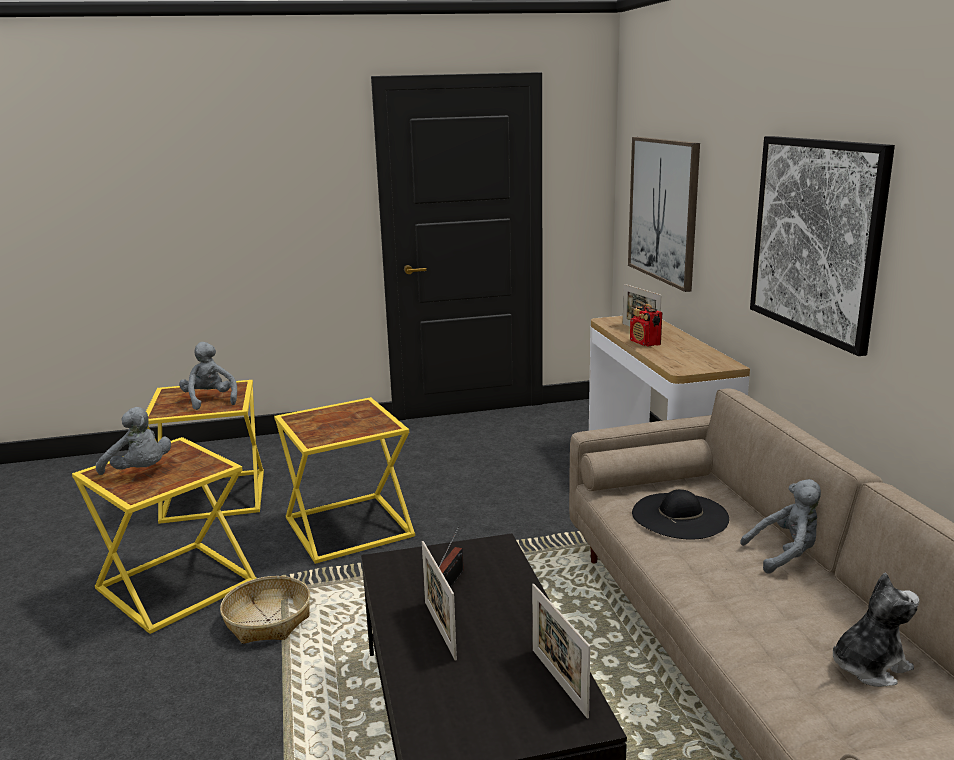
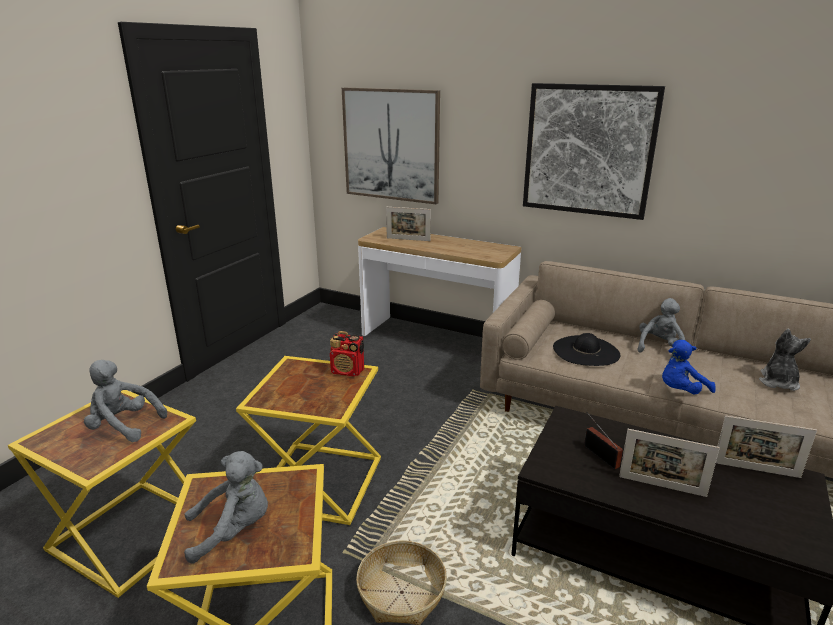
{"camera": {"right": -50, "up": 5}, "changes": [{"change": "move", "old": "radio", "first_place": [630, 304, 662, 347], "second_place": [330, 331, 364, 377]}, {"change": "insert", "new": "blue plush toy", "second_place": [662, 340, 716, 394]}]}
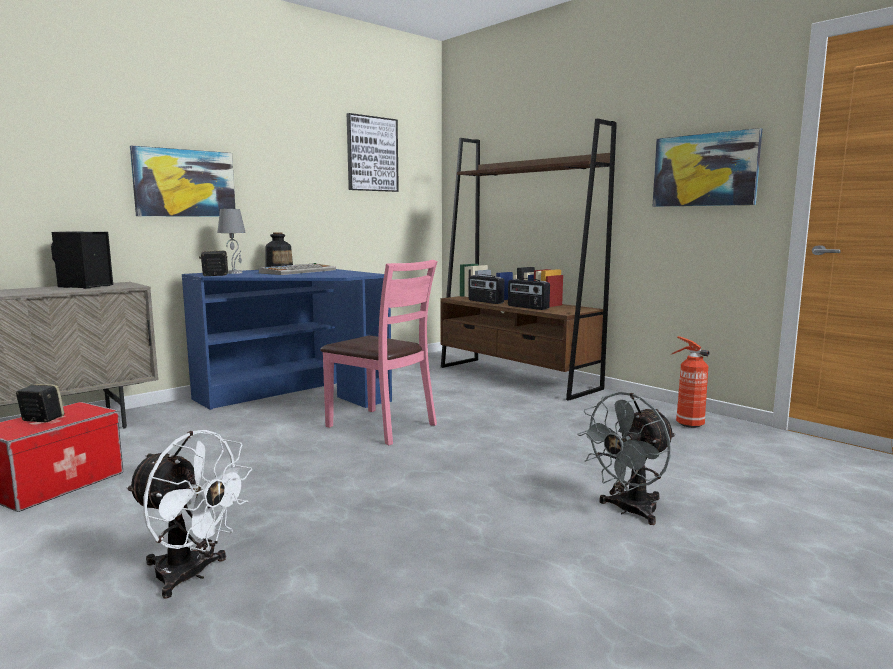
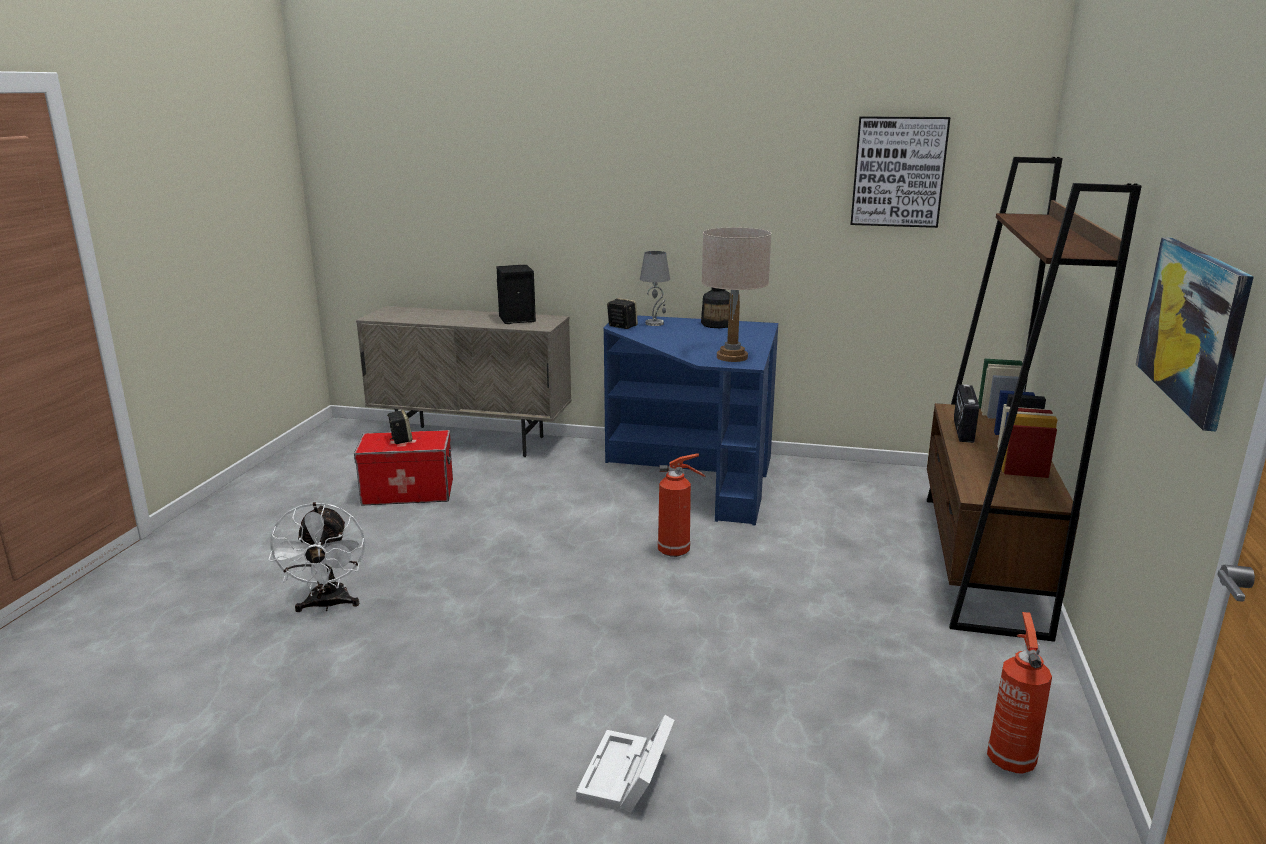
{"camera": {"right": 55, "up": 10}, "changes": [{"change": "delete", "old": "picture", "first_place": [130, 146, 235, 217]}, {"change": "delete", "old": "keyboard", "first_place": [259, 263, 336, 275]}, {"change": "replace", "old": "pink chair", "new": "fire extinguisher", "first_place": [320, 260, 438, 445], "second_place": [658, 453, 706, 557]}, {"change": "delete", "old": "radio", "first_place": [508, 278, 550, 310]}, {"change": "replace", "old": "grey fan", "new": "white storage box", "first_place": [578, 392, 675, 525], "second_place": [576, 715, 674, 813]}, {"change": "insert", "new": "beige table lamp", "second_place": [702, 227, 772, 362]}]}
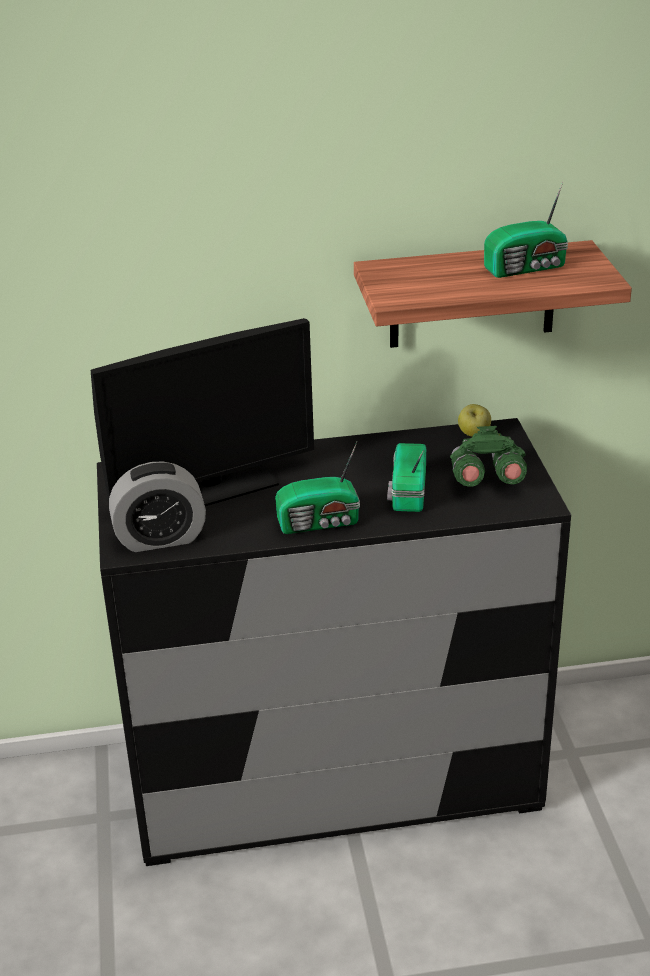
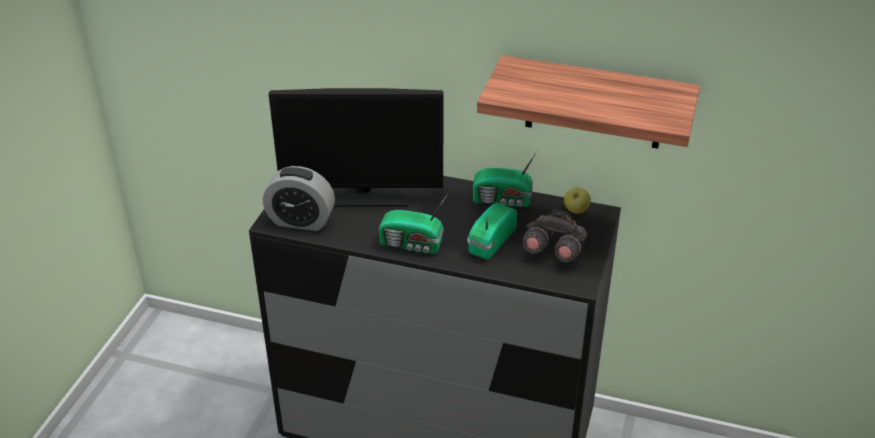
{"camera": {"right": 25, "up": 5}, "changes": [{"change": "recolor", "old": "green binoculars", "new": "grey binoculars", "first_place": [450, 426, 527, 487], "second_place": [523, 208, 587, 262]}, {"change": "move", "old": "radio", "first_place": [484, 182, 568, 278], "second_place": [473, 150, 538, 207]}]}
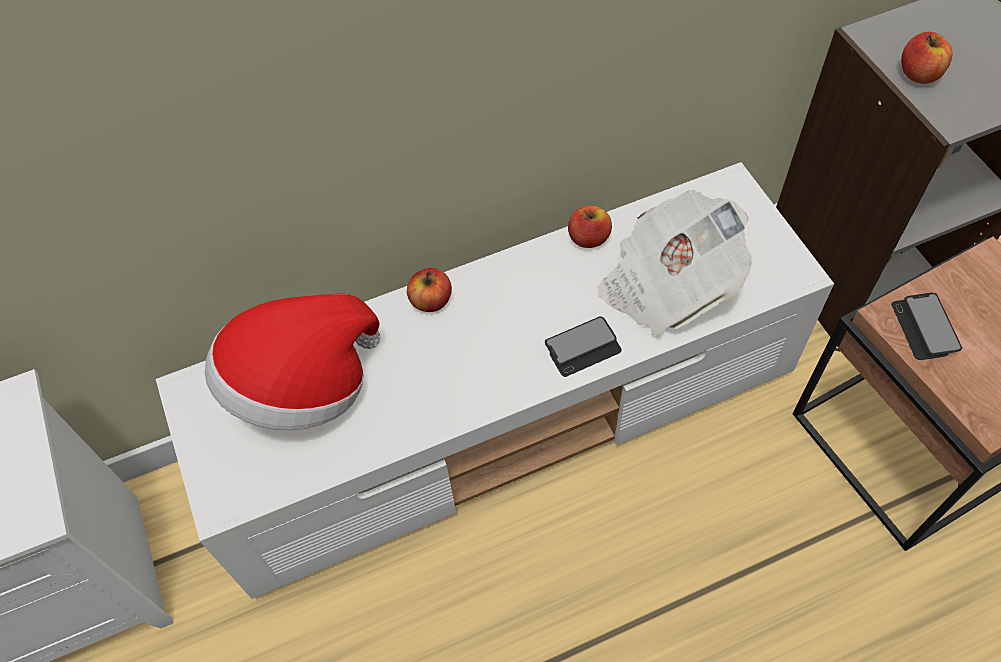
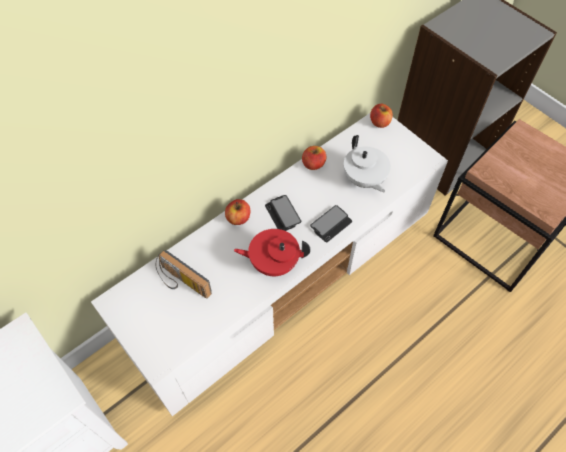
{"camera": {"right": -20, "up": 0}, "changes": [{"change": "replace", "old": "hat", "new": "radio", "first_place": [205, 294, 380, 430], "second_place": [156, 250, 212, 299]}, {"change": "replace", "old": "newspaper", "new": "white teapot", "first_place": [598, 190, 752, 337], "second_place": [344, 135, 391, 193]}, {"change": "move", "old": "phone", "first_place": [891, 293, 962, 360], "second_place": [265, 195, 301, 231]}, {"change": "move", "old": "apple", "first_place": [901, 31, 952, 84], "second_place": [370, 104, 393, 128]}, {"change": "insert", "new": "red teapot", "second_place": [234, 229, 310, 276]}]}
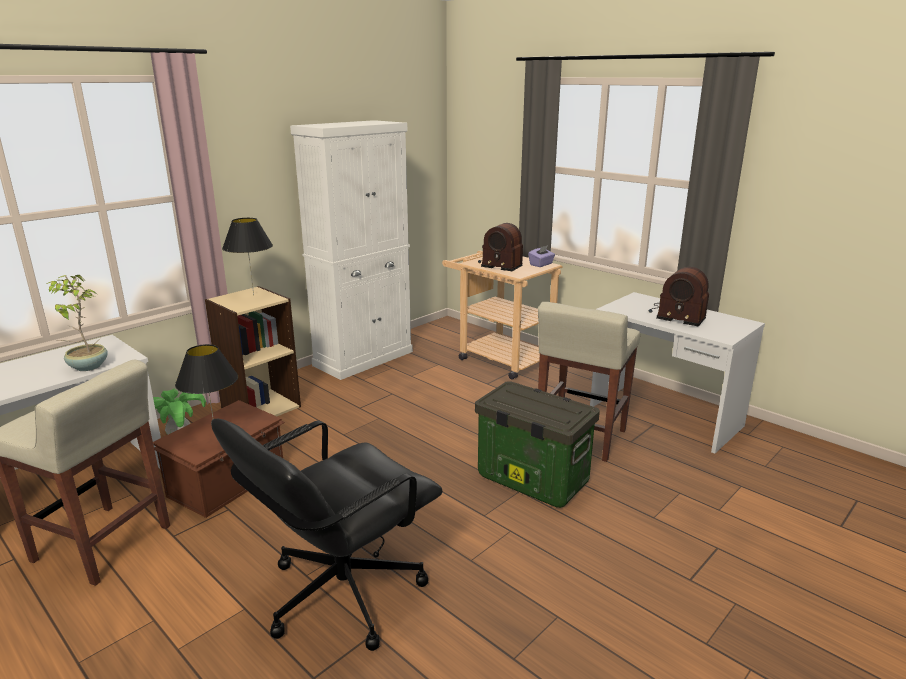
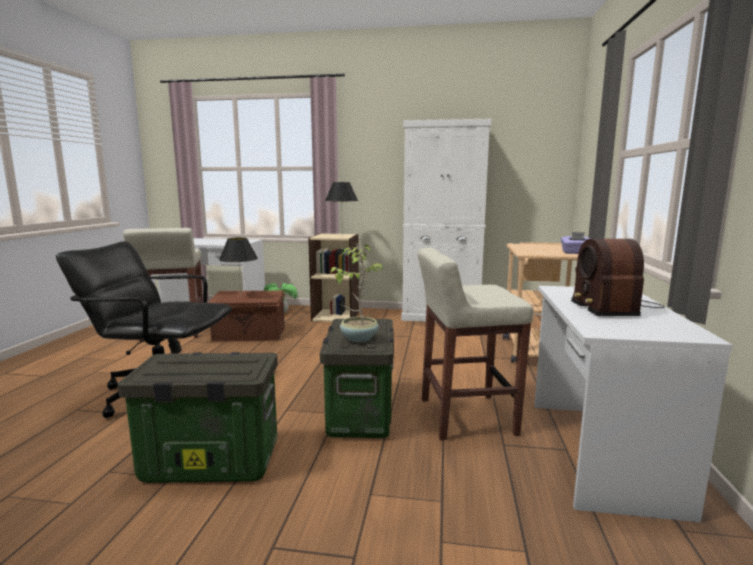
{"camera": {"right": 55, "up": -10}, "changes": [{"change": "move", "old": "potted plant", "first_place": [47, 275, 108, 371], "second_place": [330, 244, 384, 342]}, {"change": "delete", "old": "radio", "first_place": [478, 223, 523, 271]}, {"change": "insert", "new": "storage box", "second_place": [118, 352, 278, 483]}]}
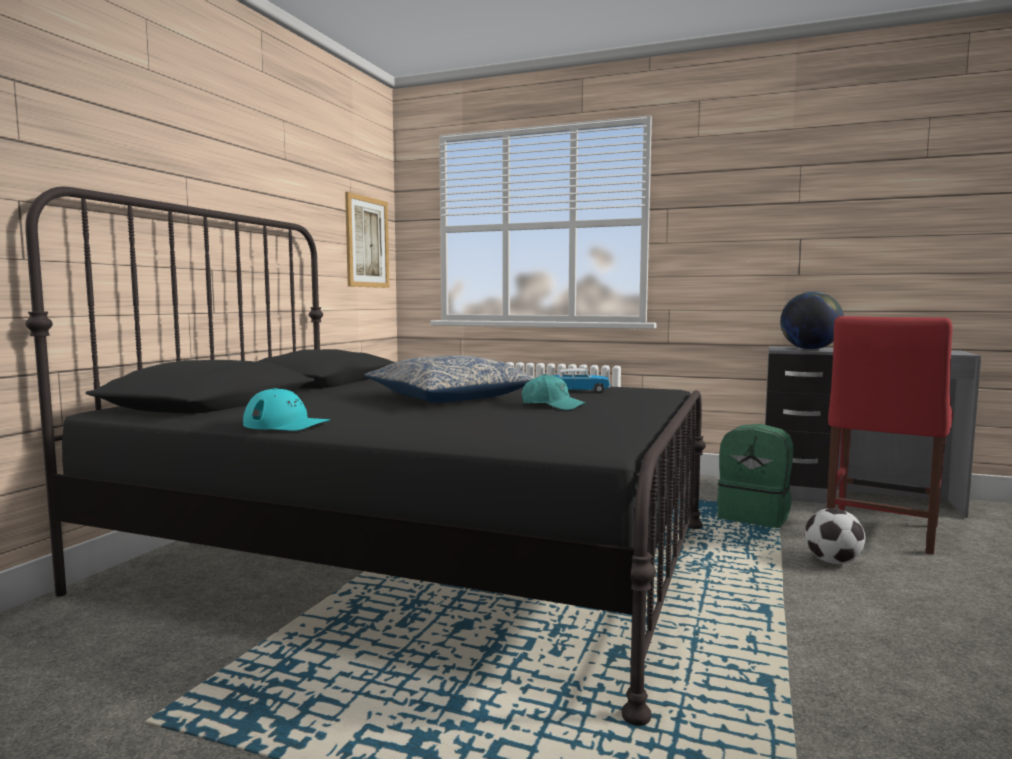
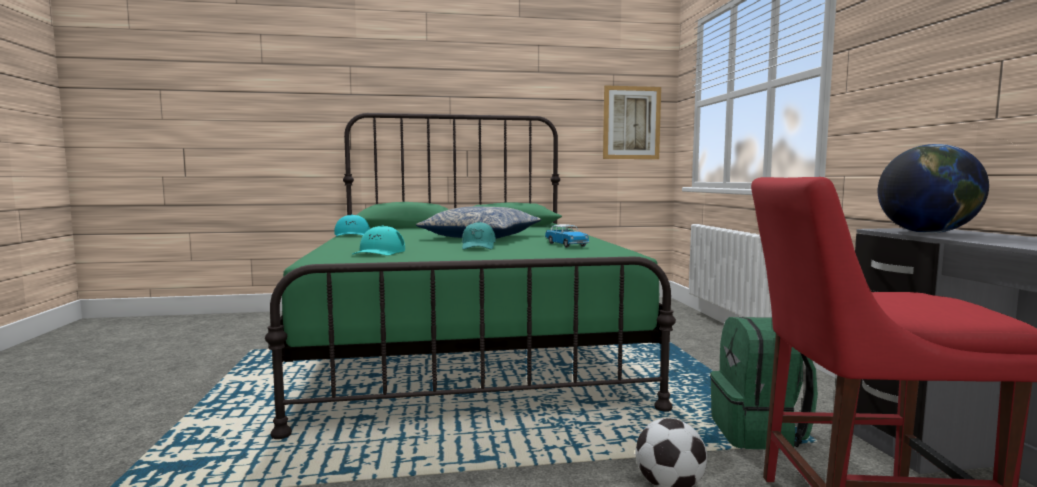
{"camera": {"right": 60, "up": 0}, "changes": [{"change": "recolor", "old": "black bed", "new": "green bed", "first_place": [25, 186, 706, 726], "second_place": [265, 113, 676, 439]}, {"change": "insert", "new": "turquoise cap", "second_place": [352, 226, 405, 255]}]}
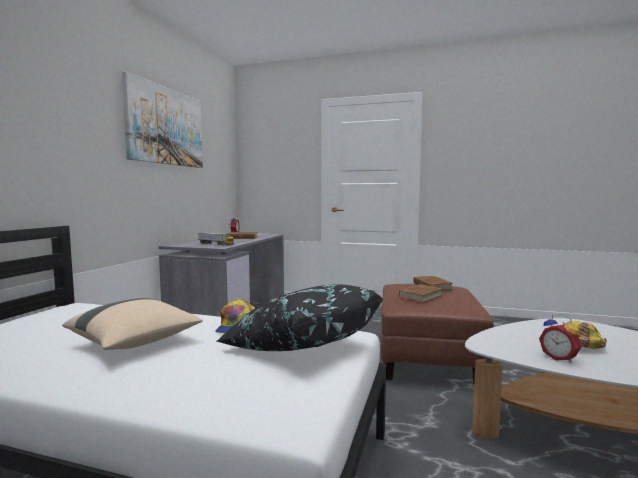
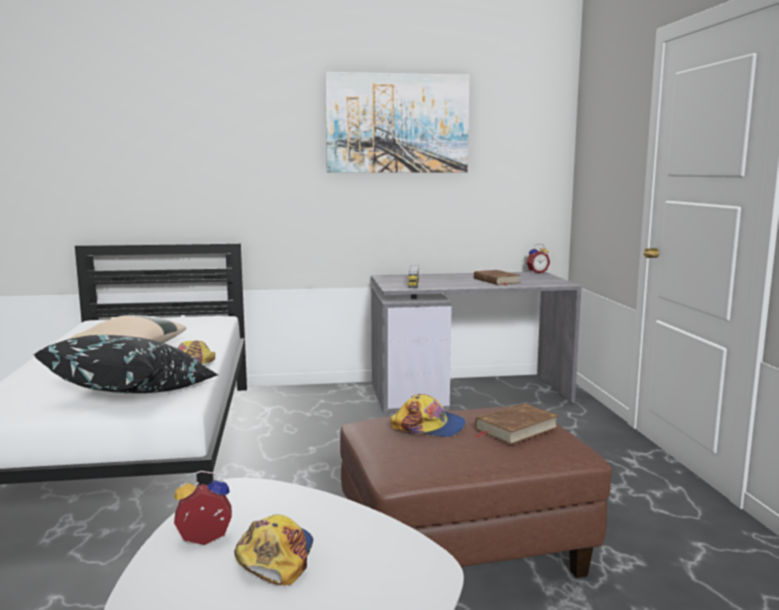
{"camera": {"right": 65, "up": 5}, "changes": [{"change": "replace", "old": "brown book", "new": "cap", "first_place": [399, 284, 443, 303], "second_place": [390, 394, 466, 437]}, {"change": "rotate", "old": "alarm clock", "first_place": [539, 314, 582, 363], "second_place": [174, 471, 232, 545], "degrees": 45}]}
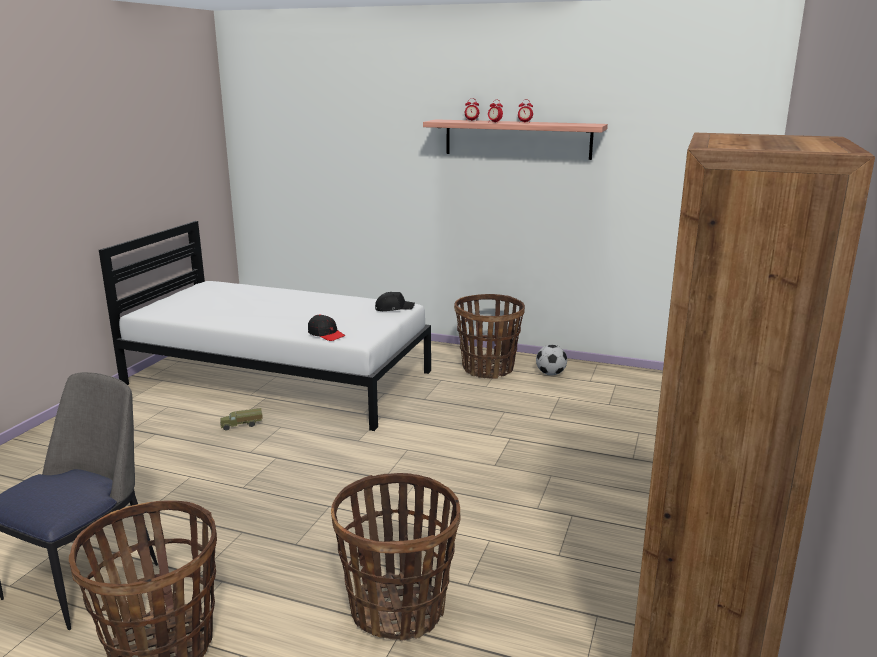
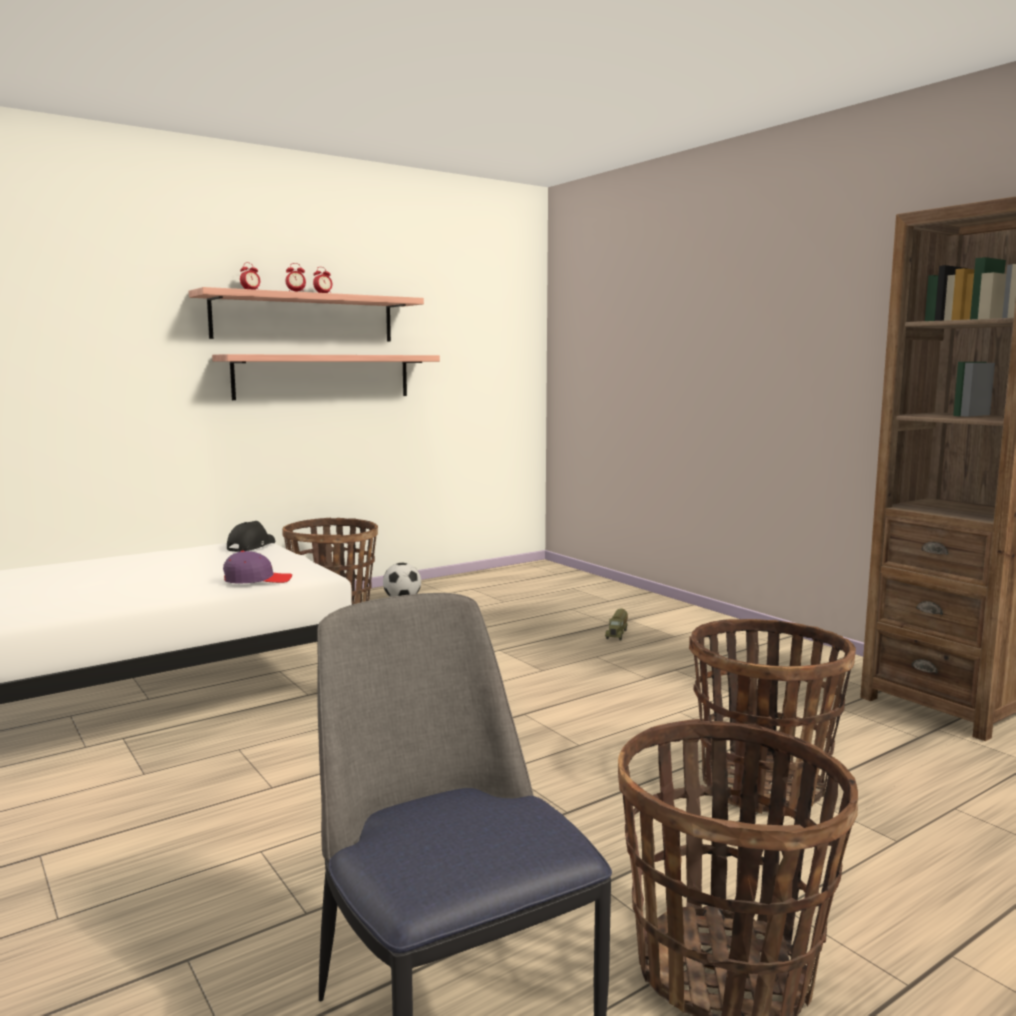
{"camera": {"right": -55, "up": -10}, "changes": [{"change": "move", "old": "toy truck", "first_place": [220, 408, 263, 431], "second_place": [605, 608, 628, 641]}, {"change": "recolor", "old": "black cap", "new": "purple cap", "first_place": [308, 314, 345, 341], "second_place": [223, 551, 292, 583]}, {"change": "insert", "new": "shelf", "second_place": [212, 354, 440, 400]}]}
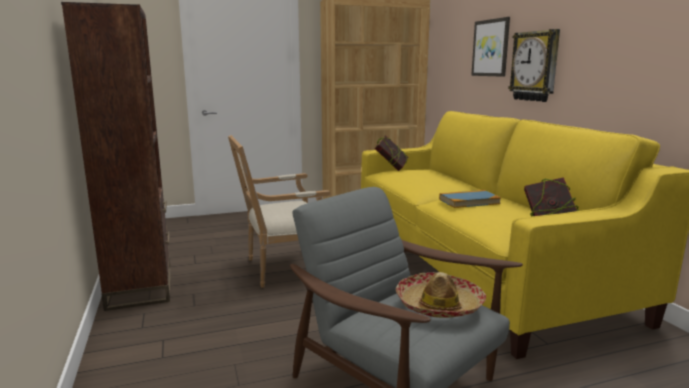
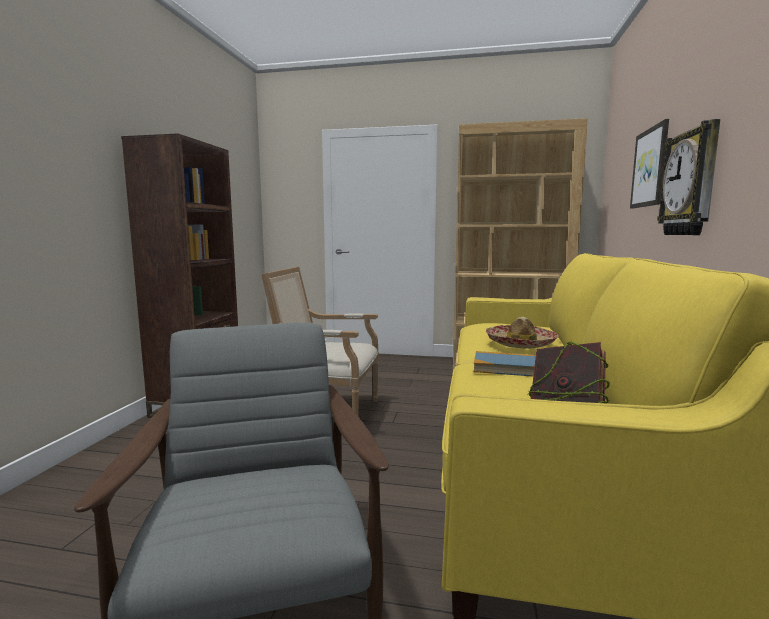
{"camera": {"right": 30, "up": -5}, "changes": [{"change": "delete", "old": "book", "first_place": [375, 135, 408, 171]}, {"change": "move", "old": "hat", "first_place": [396, 272, 486, 318], "second_place": [486, 317, 559, 348]}]}
